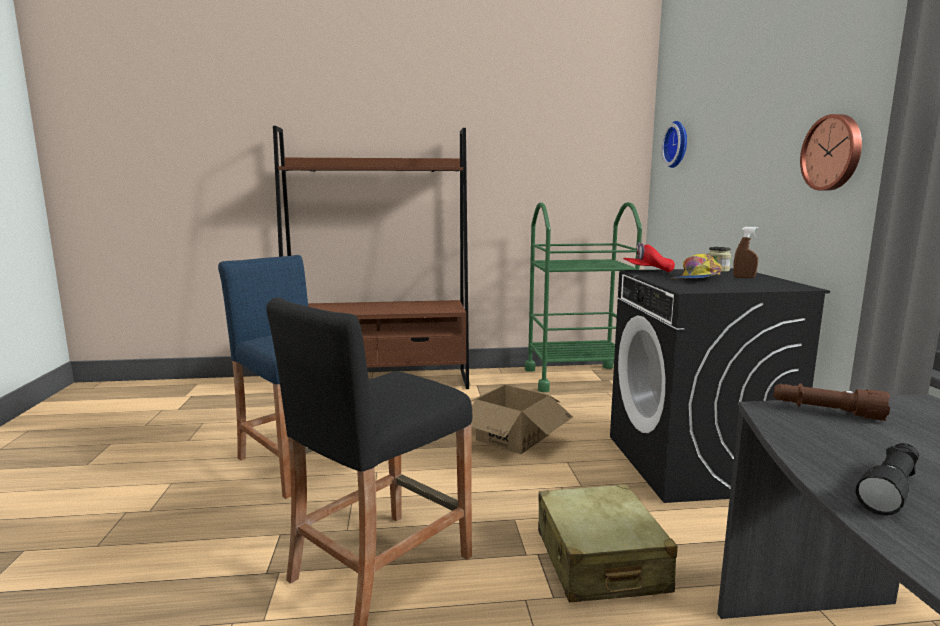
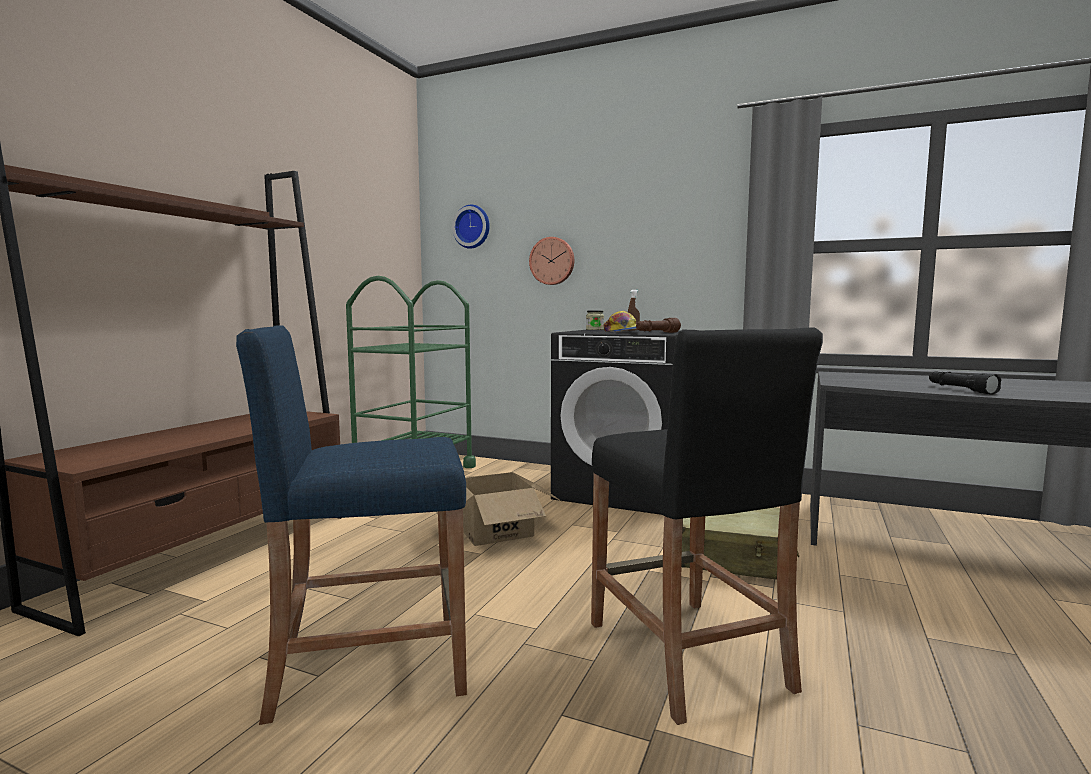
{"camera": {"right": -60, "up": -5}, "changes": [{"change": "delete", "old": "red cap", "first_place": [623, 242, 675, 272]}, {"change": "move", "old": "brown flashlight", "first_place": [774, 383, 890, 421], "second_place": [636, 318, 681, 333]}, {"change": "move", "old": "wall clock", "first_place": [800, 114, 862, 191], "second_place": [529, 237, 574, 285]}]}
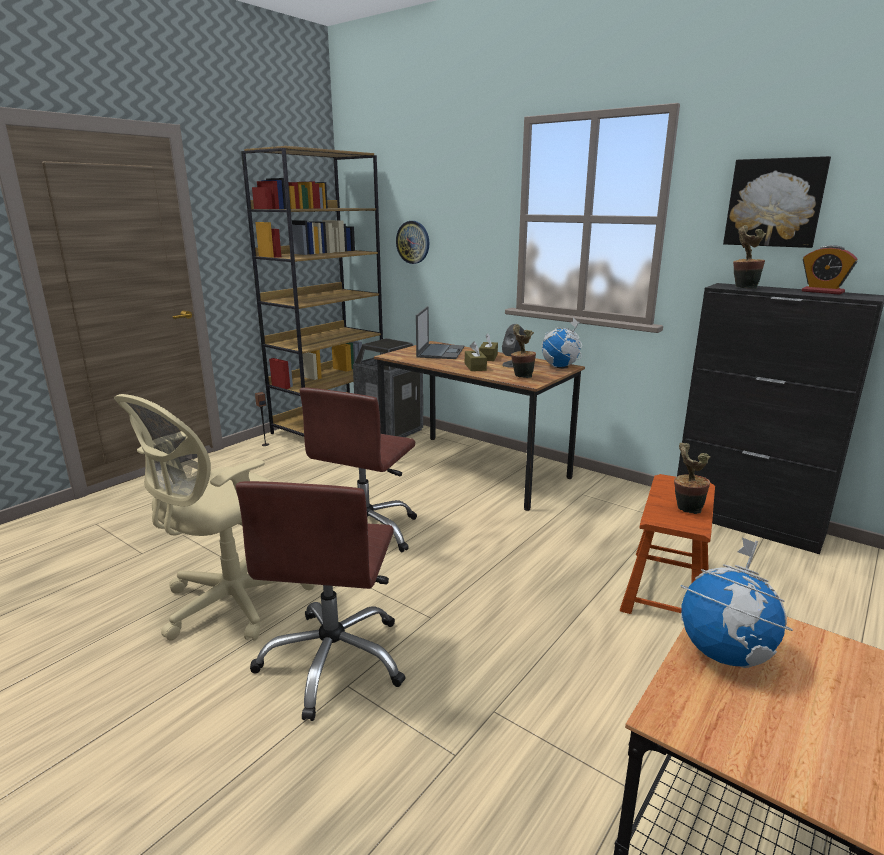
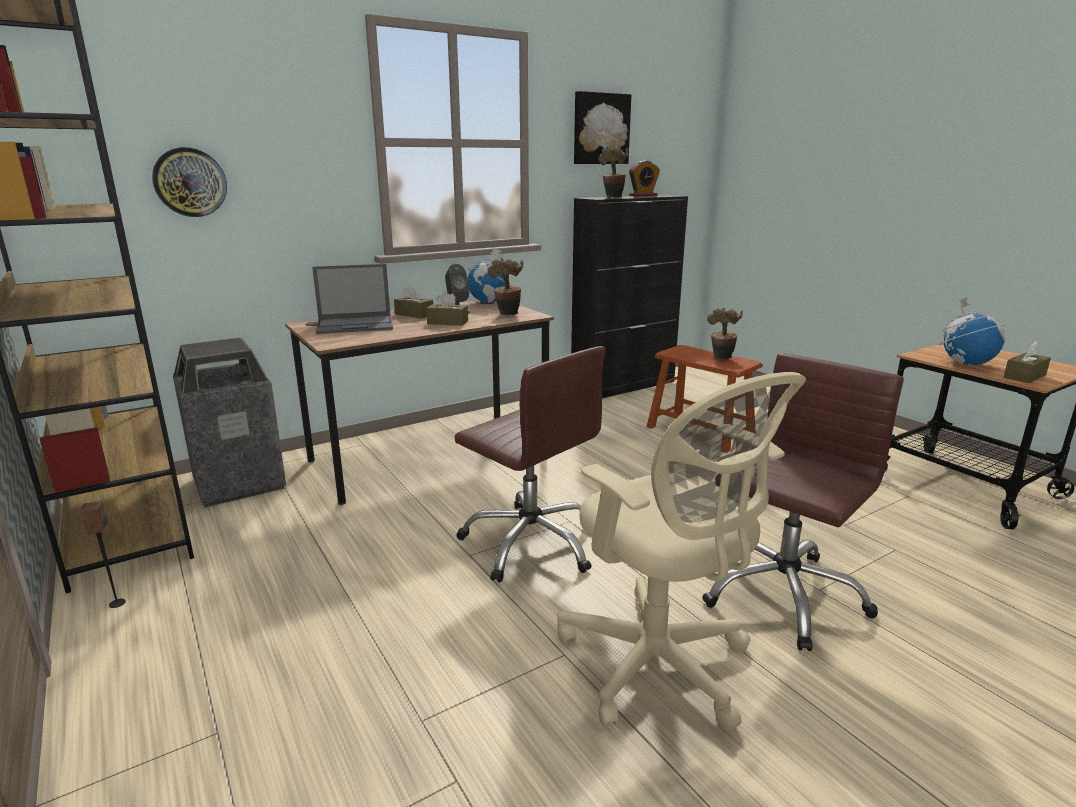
{"camera": {"right": -70, "up": 0}, "changes": [{"change": "rotate", "old": "brown office chair", "first_place": [236, 481, 406, 721], "second_place": [702, 353, 904, 651], "degrees": -75}, {"change": "rotate", "old": "laptop", "first_place": [416, 306, 464, 359], "second_place": [312, 264, 393, 334], "degrees": 135}, {"change": "insert", "new": "brown tissue box", "second_place": [1004, 341, 1051, 383]}]}
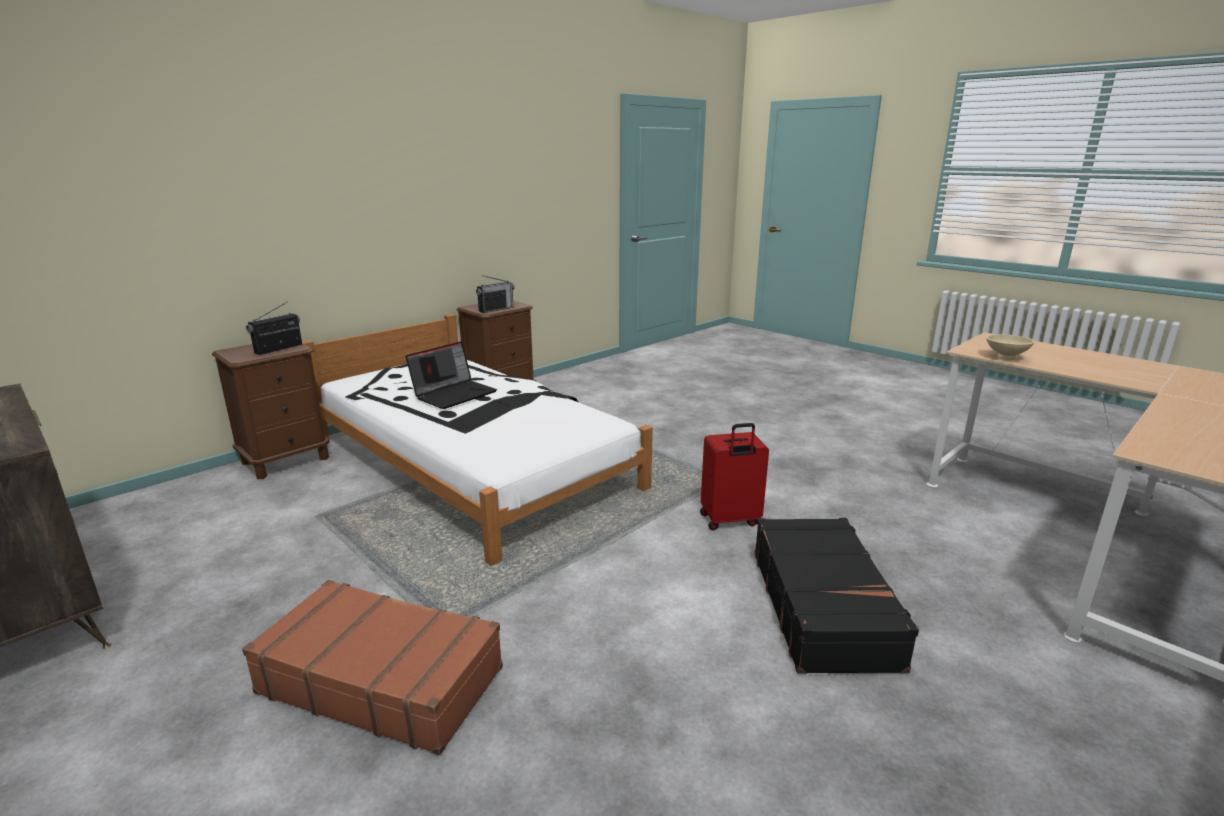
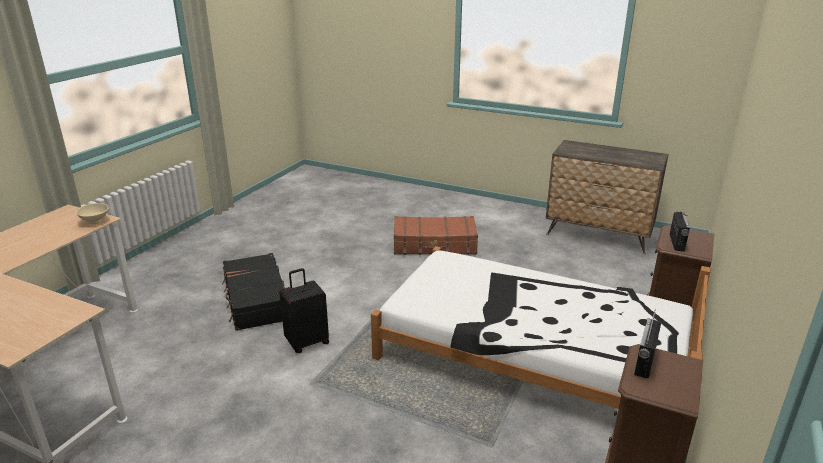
{"camera": {"right": 160, "up": 5}, "changes": [{"change": "delete", "old": "laptop", "first_place": [406, 341, 497, 409]}, {"change": "recolor", "old": "red suitcase", "new": "black suitcase", "first_place": [700, 423, 769, 530], "second_place": [279, 268, 329, 353]}, {"change": "move", "old": "beige bowl", "first_place": [986, 334, 1035, 360], "second_place": [76, 203, 109, 224]}]}
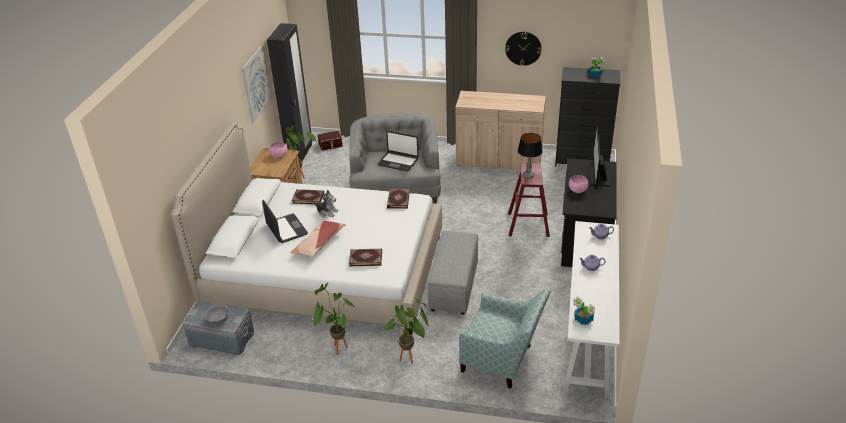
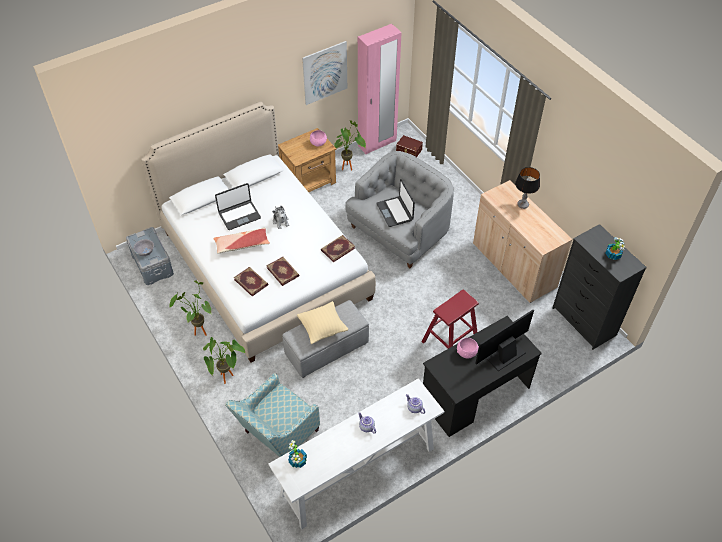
{"camera": {"right": 45, "up": 15}, "changes": [{"change": "rotate", "old": "laptop", "first_place": [262, 200, 308, 243], "second_place": [215, 183, 261, 230], "degrees": 45}, {"change": "recolor", "old": "black wardrobe", "new": "pink wardrobe", "first_place": [267, 23, 312, 161], "second_place": [358, 24, 401, 154]}, {"change": "move", "old": "book", "first_place": [291, 189, 324, 205], "second_place": [266, 257, 299, 286]}, {"change": "rotate", "old": "armchair", "first_place": [459, 289, 551, 389], "second_place": [225, 373, 320, 457], "degrees": 60}, {"change": "delete", "old": "wall clock", "first_place": [505, 32, 541, 66]}, {"change": "move", "old": "table lamp", "first_place": [518, 133, 543, 179], "second_place": [515, 167, 540, 209]}, {"change": "insert", "new": "beige pillow", "second_place": [297, 301, 348, 344]}]}
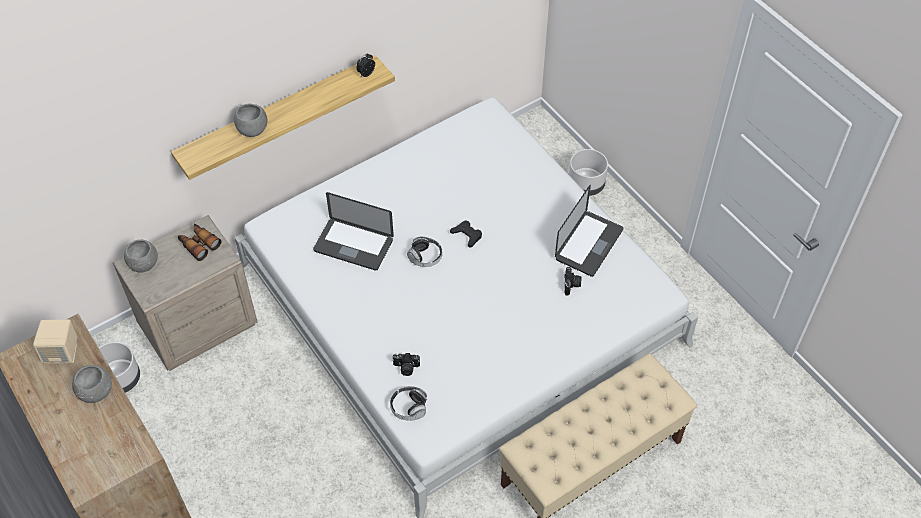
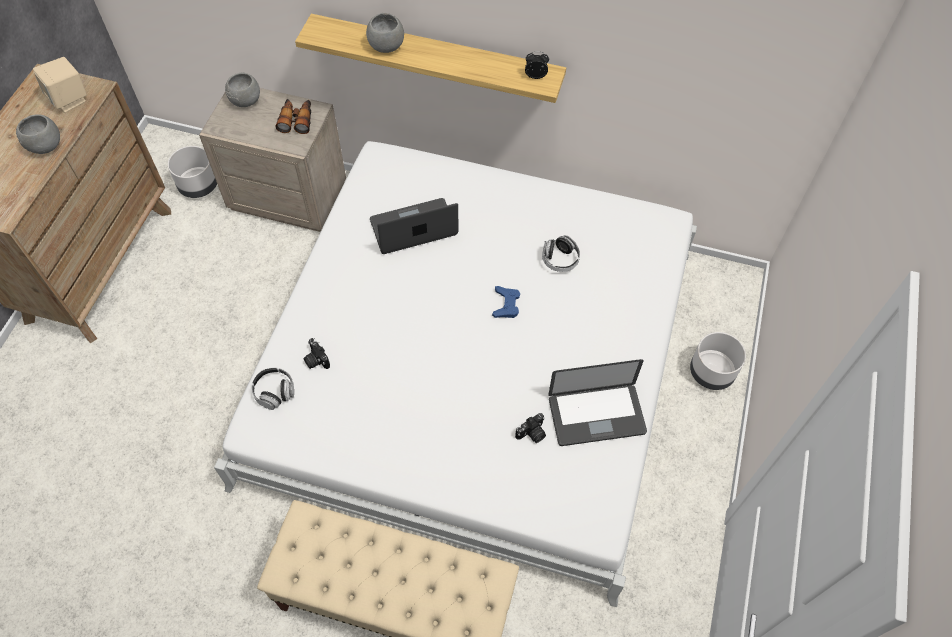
{"camera": {"right": 50, "up": 5}, "changes": [{"change": "rotate", "old": "laptop", "first_place": [313, 192, 394, 271], "second_place": [370, 198, 459, 254], "degrees": 90}, {"change": "move", "old": "headphones", "first_place": [407, 236, 442, 267], "second_place": [542, 235, 580, 272]}, {"change": "recolor", "old": "black game controller", "new": "blue game controller", "first_place": [450, 220, 482, 248], "second_place": [492, 286, 520, 318]}]}
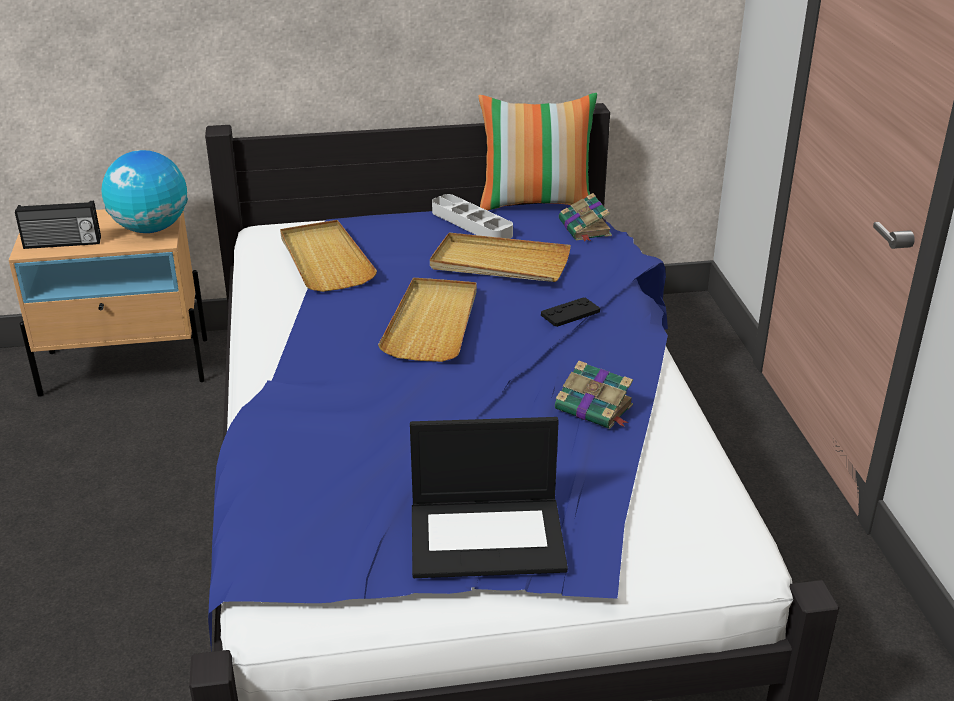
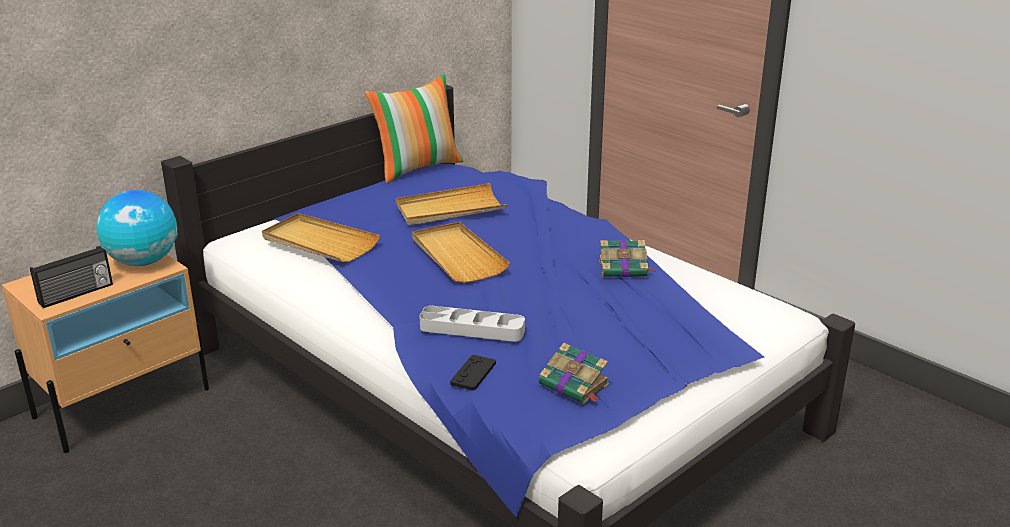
{"camera": {"right": -35, "up": -5}, "changes": [{"change": "delete", "old": "laptop", "first_place": [410, 417, 568, 578]}, {"change": "move", "old": "grey tray", "first_place": [432, 194, 513, 239], "second_place": [419, 306, 525, 342]}, {"change": "move", "old": "black game controller", "first_place": [541, 297, 600, 327], "second_place": [450, 355, 496, 391]}, {"change": "move", "old": "book", "first_place": [559, 193, 612, 241], "second_place": [539, 343, 609, 404]}]}
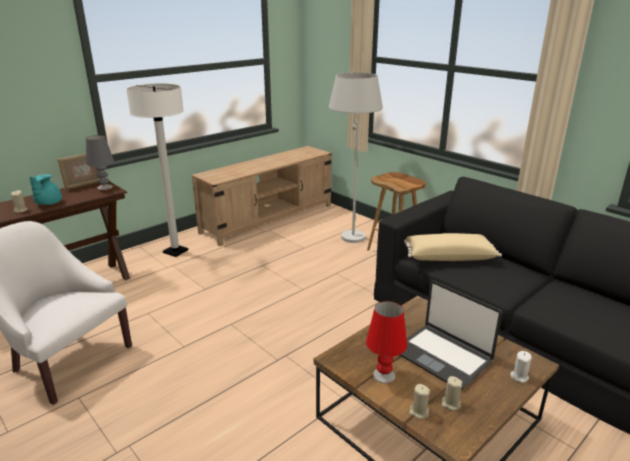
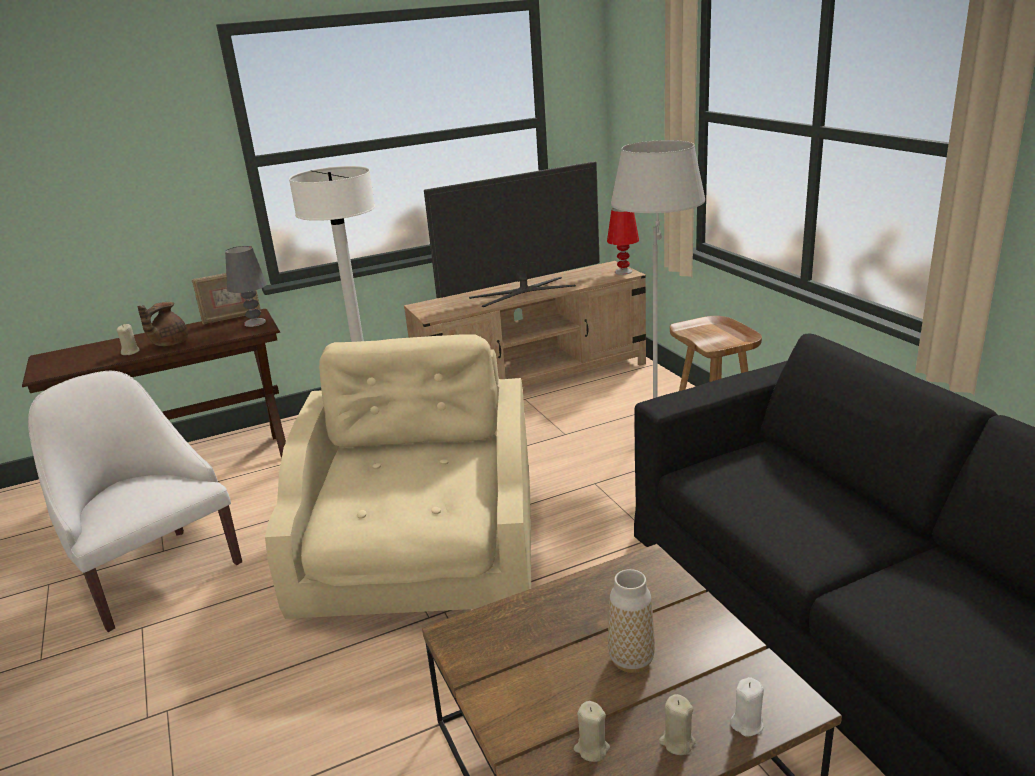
{"camera": {"right": 20, "up": 0}, "changes": [{"change": "recolor", "old": "turquoise teapot", "new": "brown teapot", "first_place": [29, 174, 62, 205], "second_place": [138, 302, 188, 346]}, {"change": "move", "old": "red table lamp", "first_place": [366, 301, 407, 384], "second_place": [607, 208, 639, 275]}, {"change": "replace", "old": "laptop", "new": "vase", "first_place": [400, 281, 502, 390], "second_place": [608, 569, 655, 673]}, {"change": "delete", "old": "beige pillow", "first_place": [404, 233, 502, 261]}, {"change": "move", "old": "beige candle", "first_place": [409, 384, 430, 419], "second_place": [659, 694, 696, 755]}, {"change": "insert", "new": "beige armchair", "second_place": [265, 334, 531, 619]}, {"change": "insert", "new": "television", "second_place": [424, 161, 600, 307]}]}
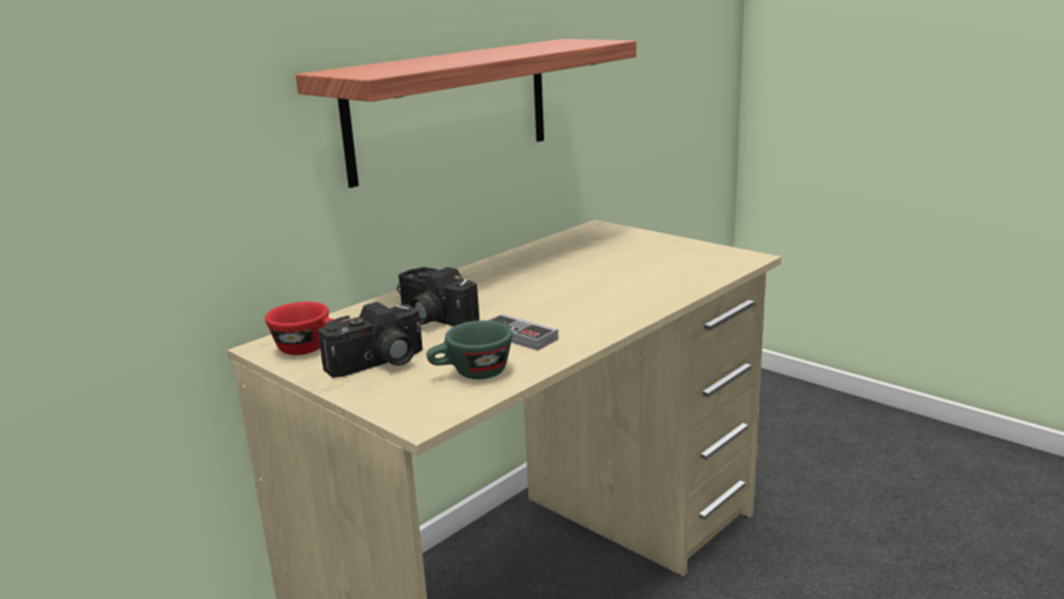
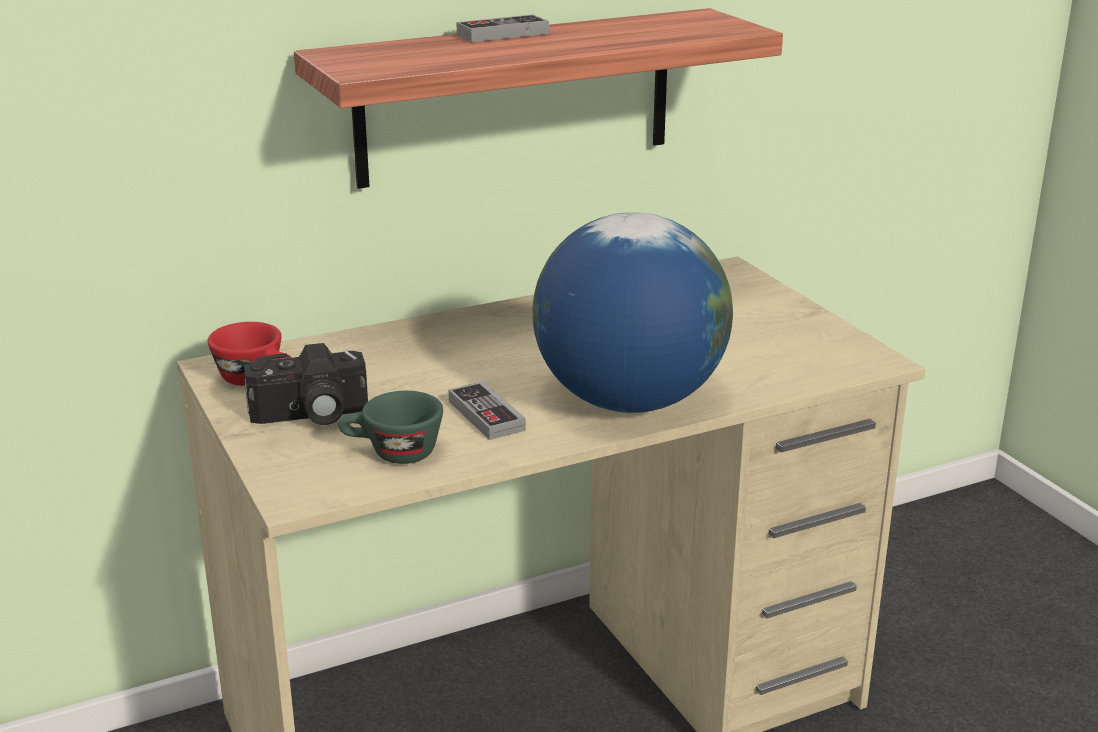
{"camera": {"right": 20, "up": 5}, "changes": [{"change": "delete", "old": "photo camera", "first_place": [397, 267, 479, 326]}, {"change": "insert", "new": "game controller", "second_place": [456, 15, 549, 42]}, {"change": "insert", "new": "globe", "second_place": [532, 212, 733, 413]}]}
